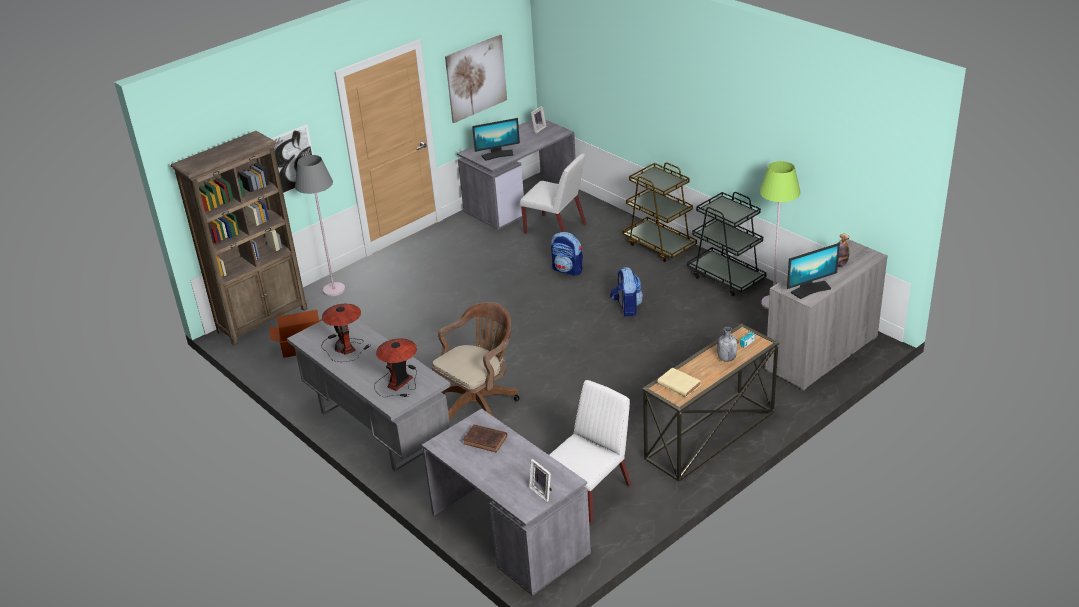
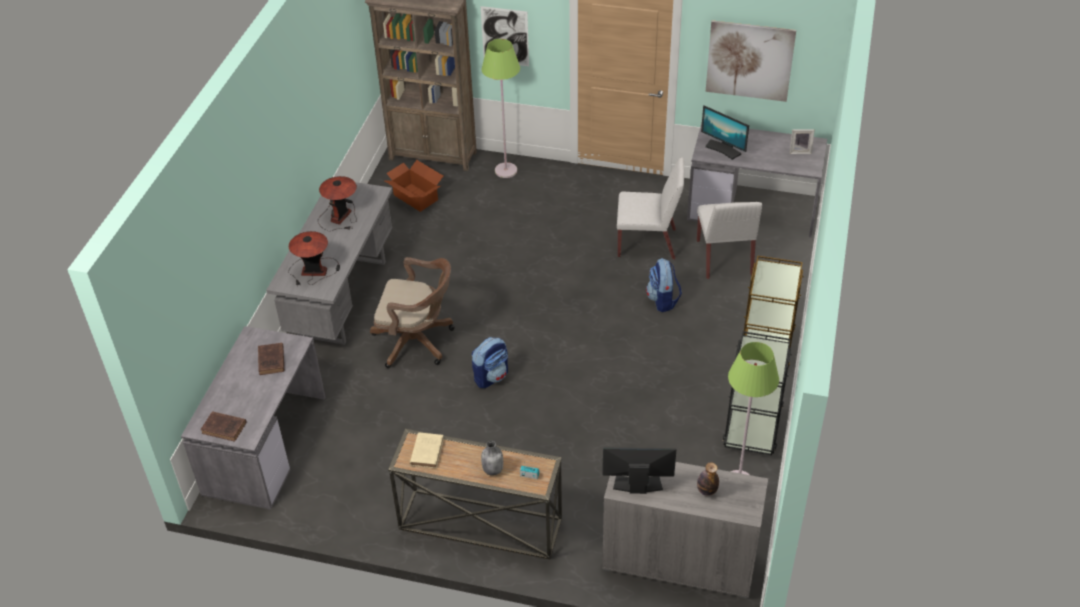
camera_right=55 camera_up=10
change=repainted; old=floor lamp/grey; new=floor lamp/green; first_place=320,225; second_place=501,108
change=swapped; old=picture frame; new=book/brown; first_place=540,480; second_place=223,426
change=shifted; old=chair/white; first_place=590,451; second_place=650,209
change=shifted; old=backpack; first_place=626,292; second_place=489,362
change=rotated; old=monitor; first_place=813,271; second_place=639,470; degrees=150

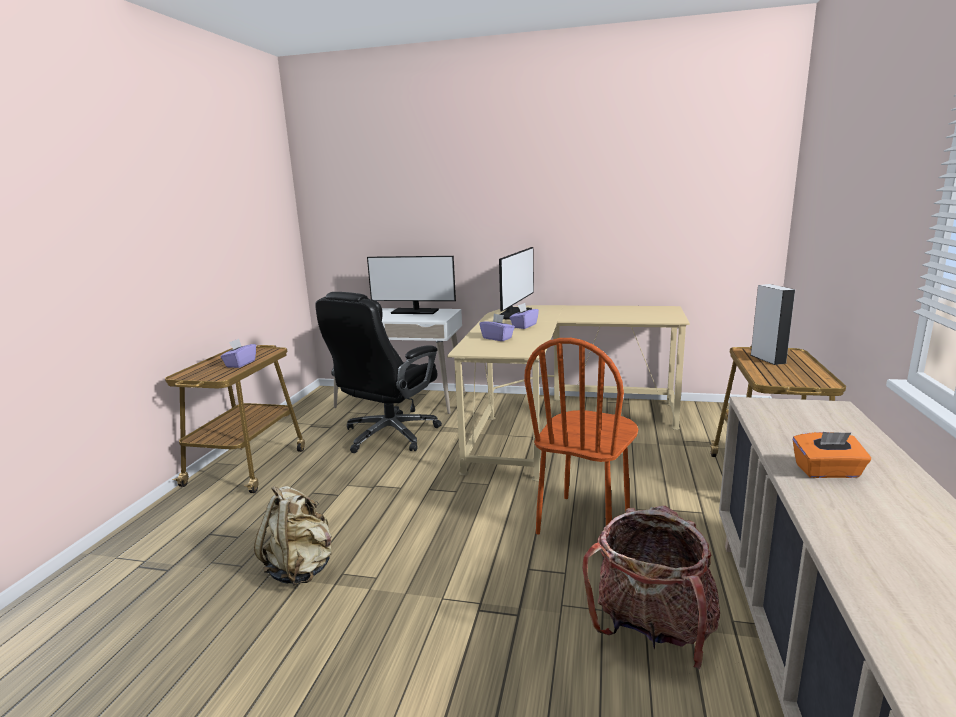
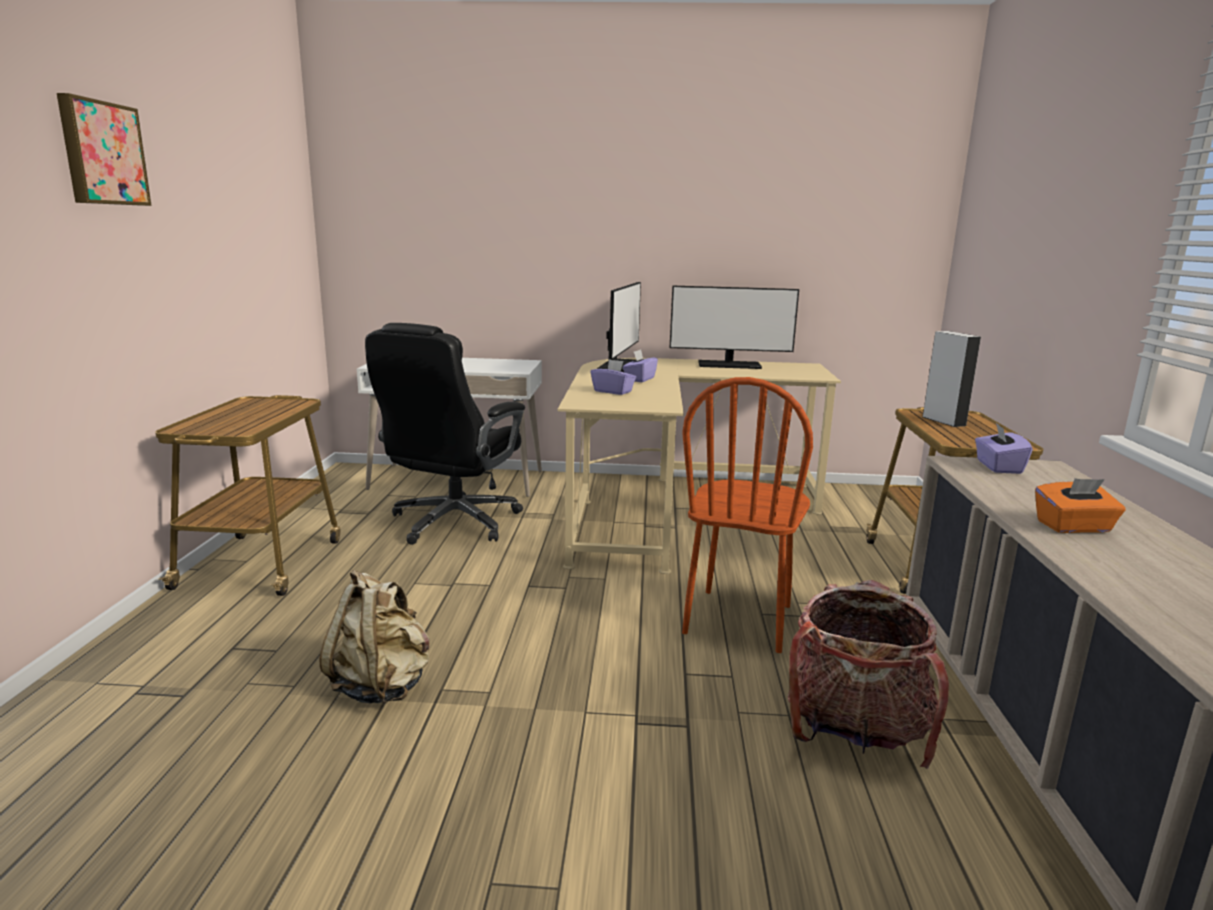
camera_right=-10 camera_up=0
change=shifted; old=tissue box/purple; first_place=238,353; second_place=1004,448
change=shifted; old=monitor; first_place=411,285; second_place=734,327
change=new; new=picture; second_place=104,149

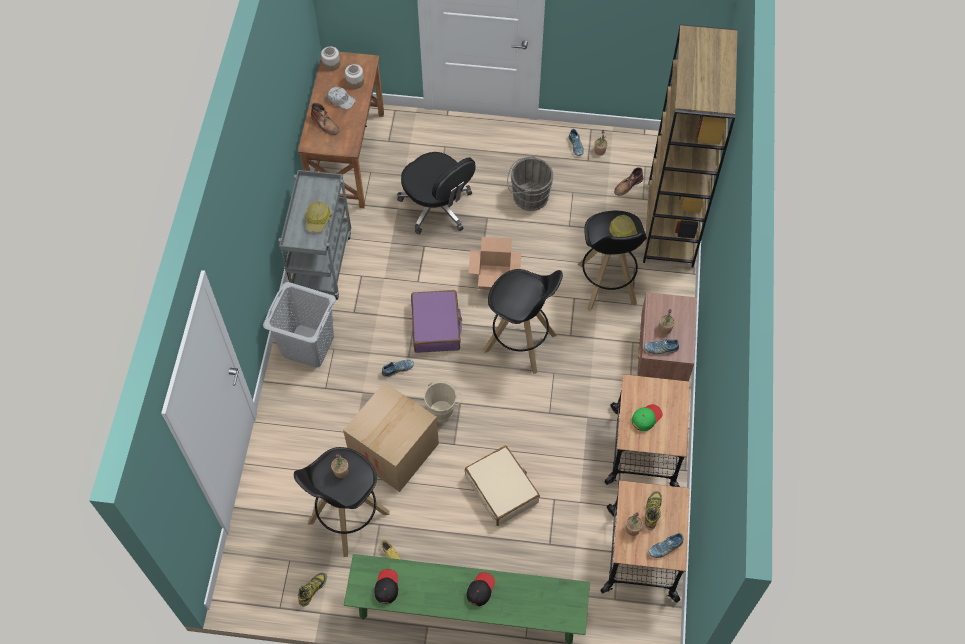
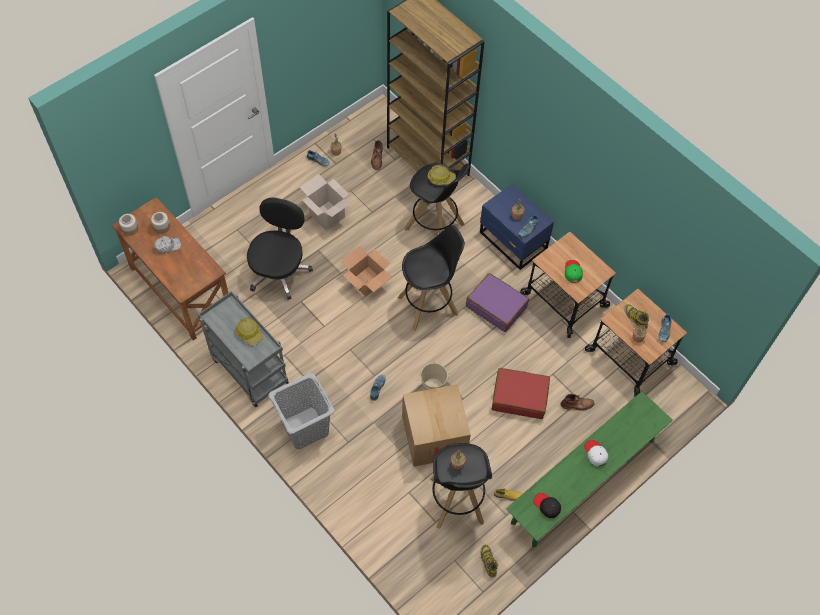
camera_right=-50 camera_up=0
change=shifted; old=boot/brown; first_place=325,119; second_place=577,402
change=rotated; old=office chair/black; first_place=436,193; second_place=280,248; degrees=-75
change=shifted; old=suitcase/purple; first_place=436,321; second_place=497,302
change=repainted; old=suitcase/beige; new=suitcase/red; first_place=502,486; second_place=521,393
change=repainted; old=cap/black; new=cap/white; first_place=481,589; second_place=596,453
change=swapped; old=bucket/grey; new=cardboard box; first_place=530,183; second_place=325,202
change=repainted; old=nightstand/brown; new=nightstand/blue; first_place=667,336; second_place=517,227

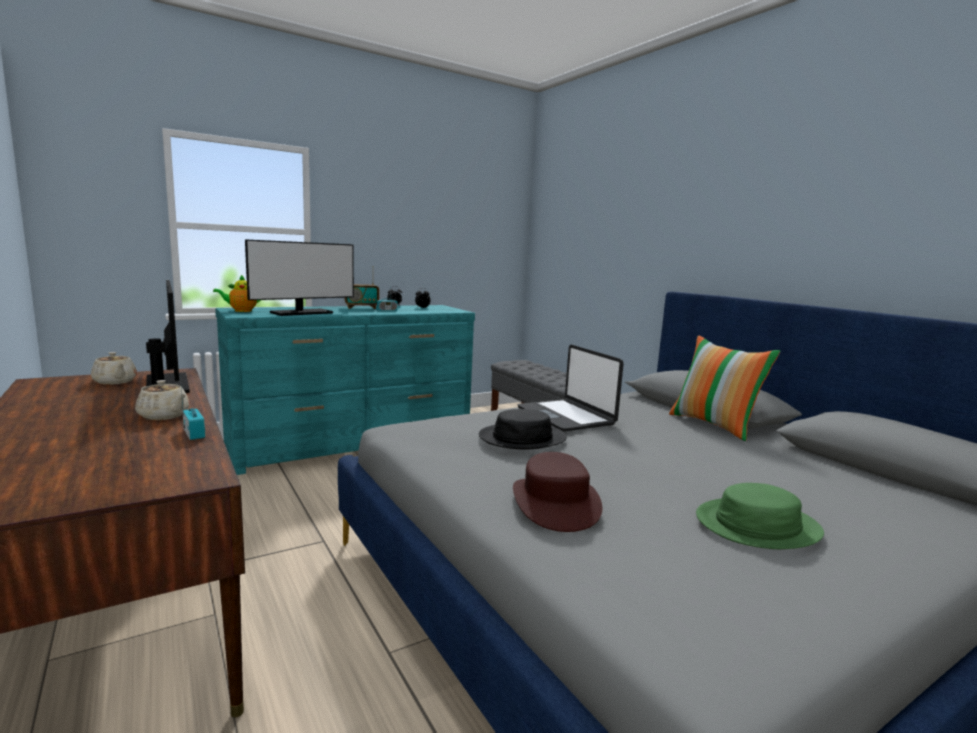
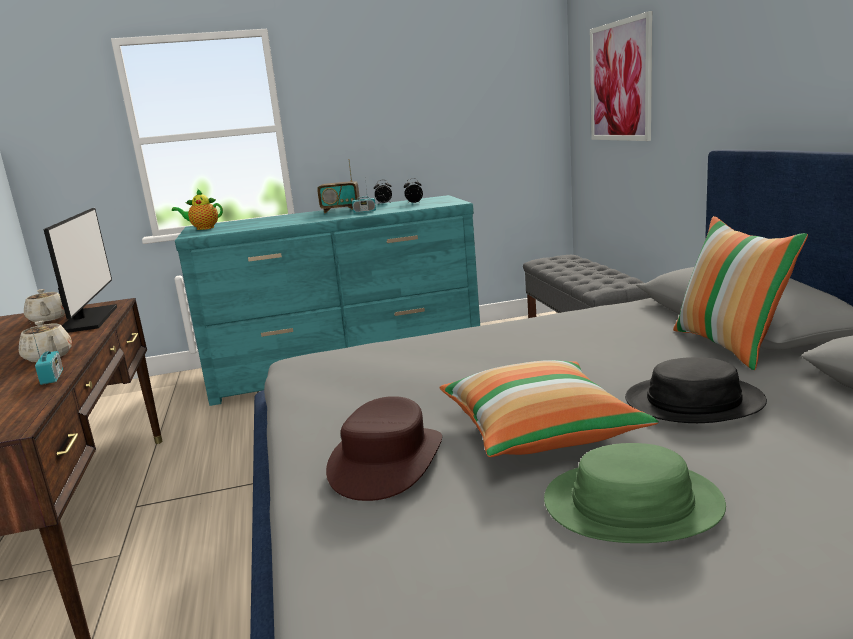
camera_right=20 camera_up=5
change=gone; old=monitor; first_place=299,277
change=shifted; old=hat/black; first_place=523,429; second_place=696,390
change=gone; old=laptop; first_place=571,388
change=new; new=pillow; second_place=549,408
change=new; new=picture; second_place=621,76

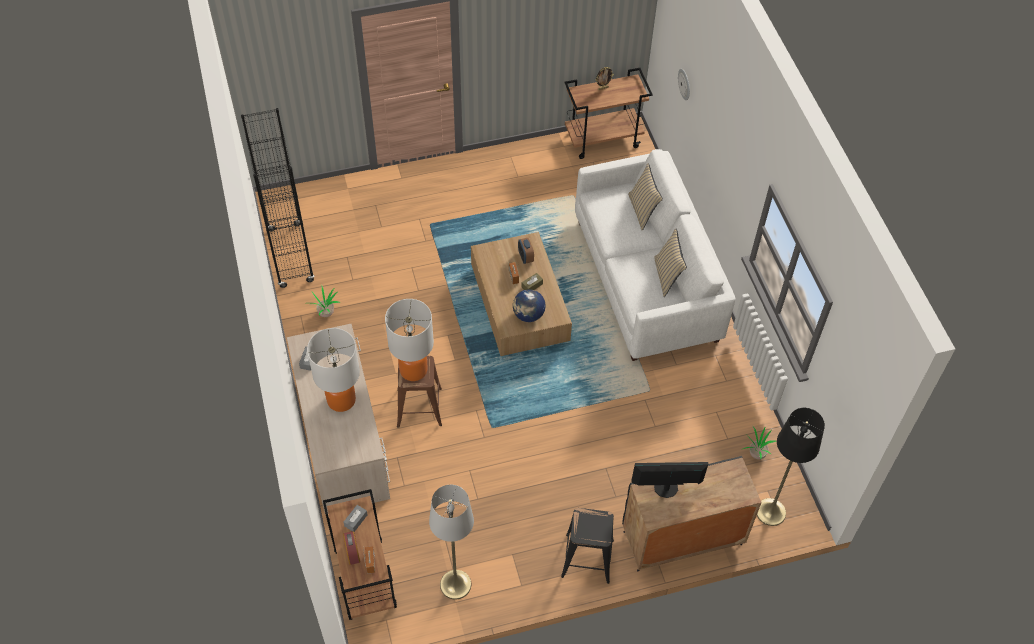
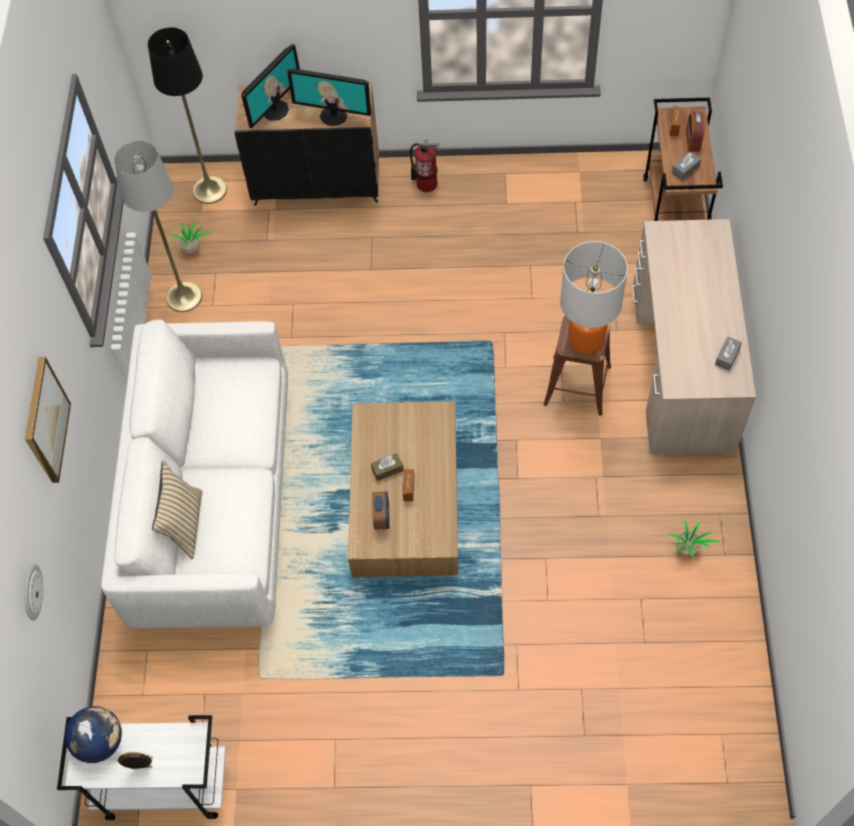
camera_right=-160 camera_up=5
change=gone; old=bookcase/black; first_place=277,198
change=gone; old=table lamp; first_place=333,370
change=shifted; old=floor lamp/grey; first_place=451,542; second_place=158,226
change=shifted; old=globe; first_place=529,305; second_place=93,734
change=swapped; old=stool/black; new=fire extinguisher; first_place=587,546; second_place=425,166
change=repainted; old=cart/brown; new=cart/white; first_place=609,113; second_place=141,767
change=gone; old=pillow/beige; first_place=670,263
change=new; new=picture; second_place=48,420
change=new; new=monitor; second_place=270,86

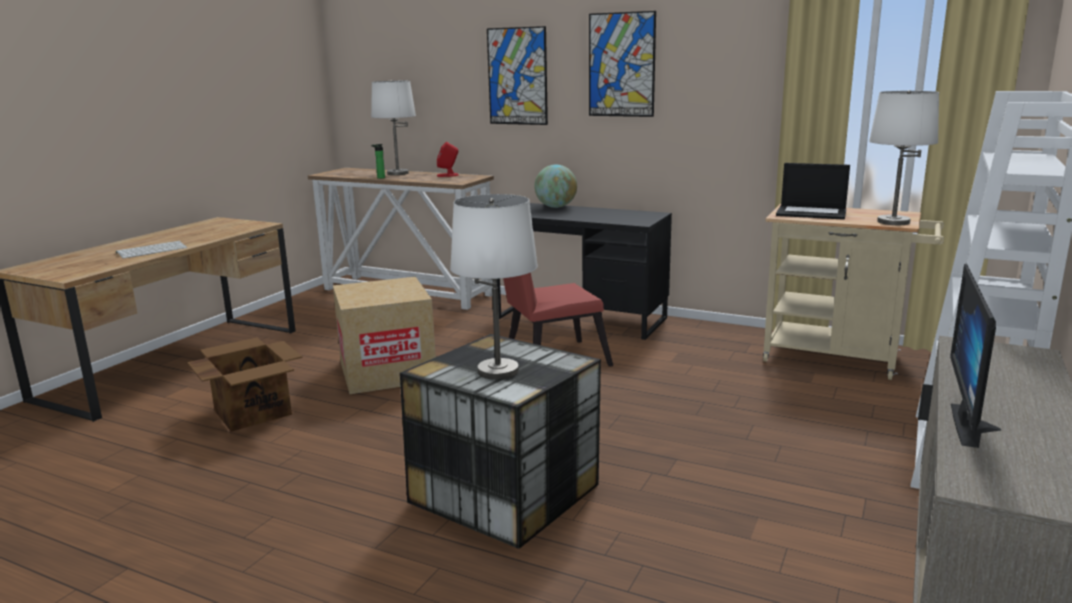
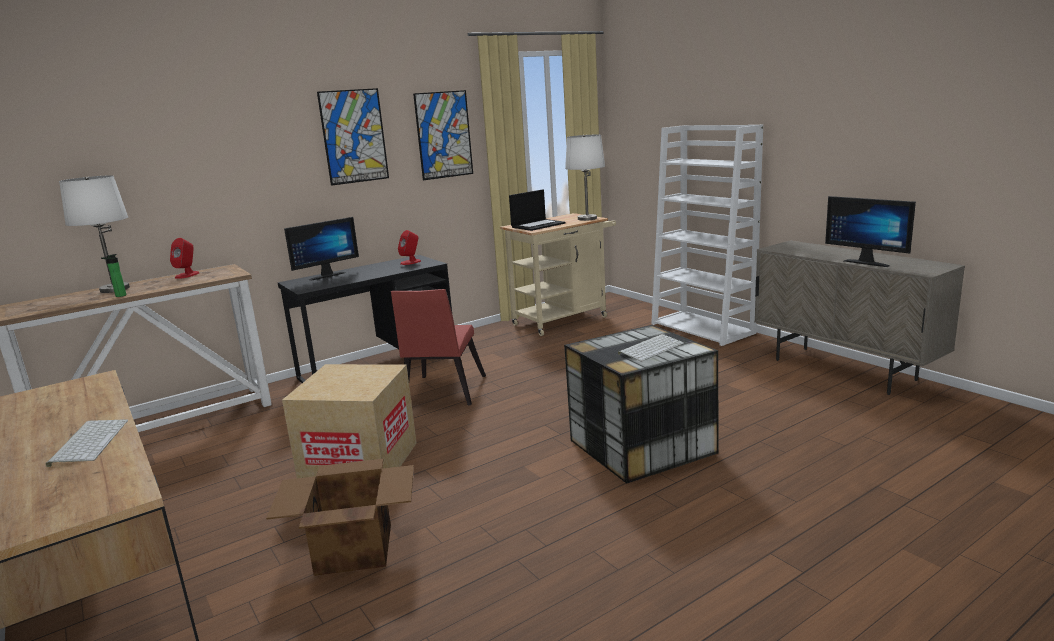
camera_right=-60 camera_up=0
change=swapped; old=table lamp/white; new=keyboard; first_place=494,287; second_place=651,347
change=shifted; old=picture; first_place=517,75; second_place=443,135
change=swapped; old=globe; new=monitor; first_place=555,186; second_place=321,249
change=new; new=speaker/red; second_place=409,247

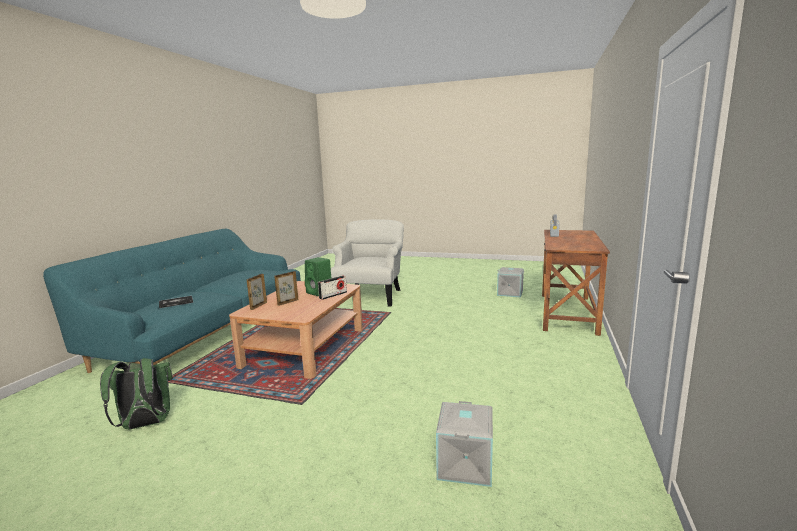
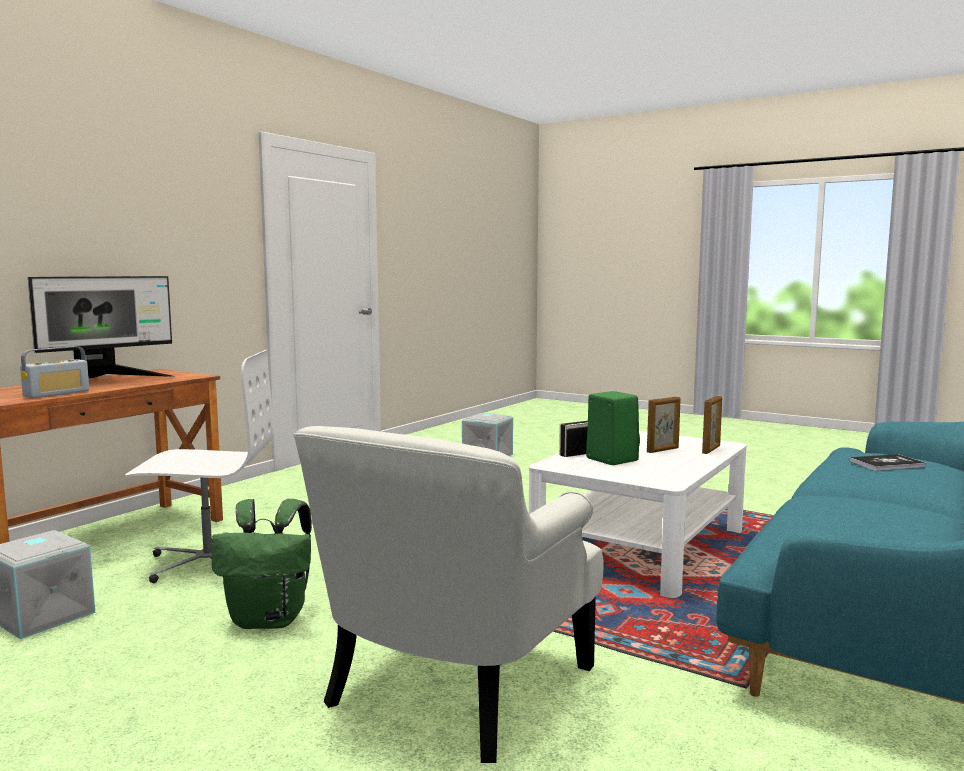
camera_right=-165 camera_up=-5
change=shifted; old=backpack/green; first_place=136,393; second_place=262,564
change=repainted; old=coffee table/brown; new=coffee table/white; first_place=296,330; second_place=638,514
change=new; new=monitor; second_place=101,327
change=new; new=office chair/white; second_place=199,466

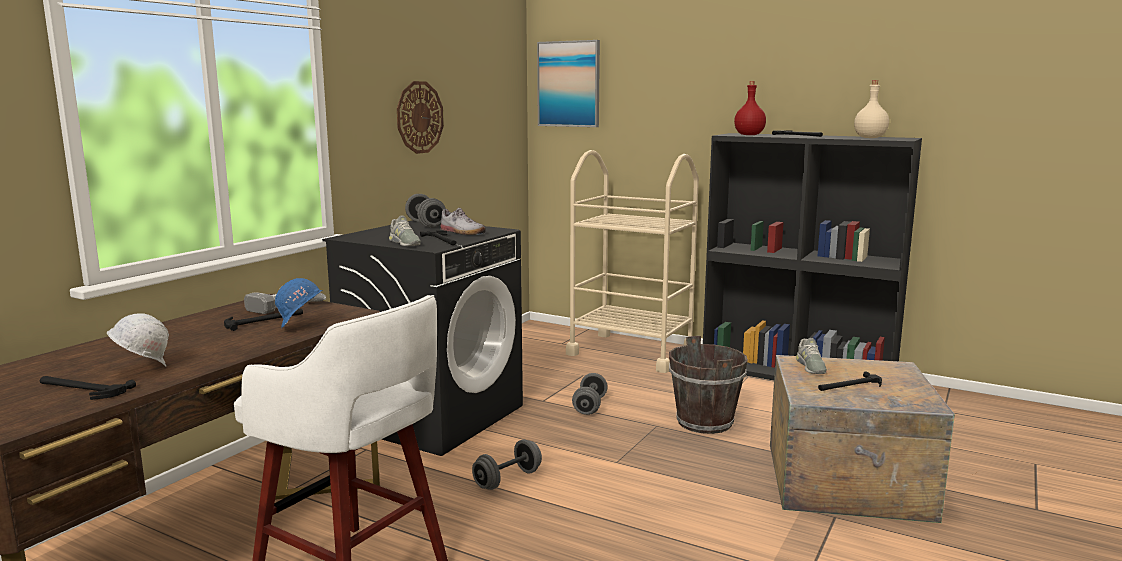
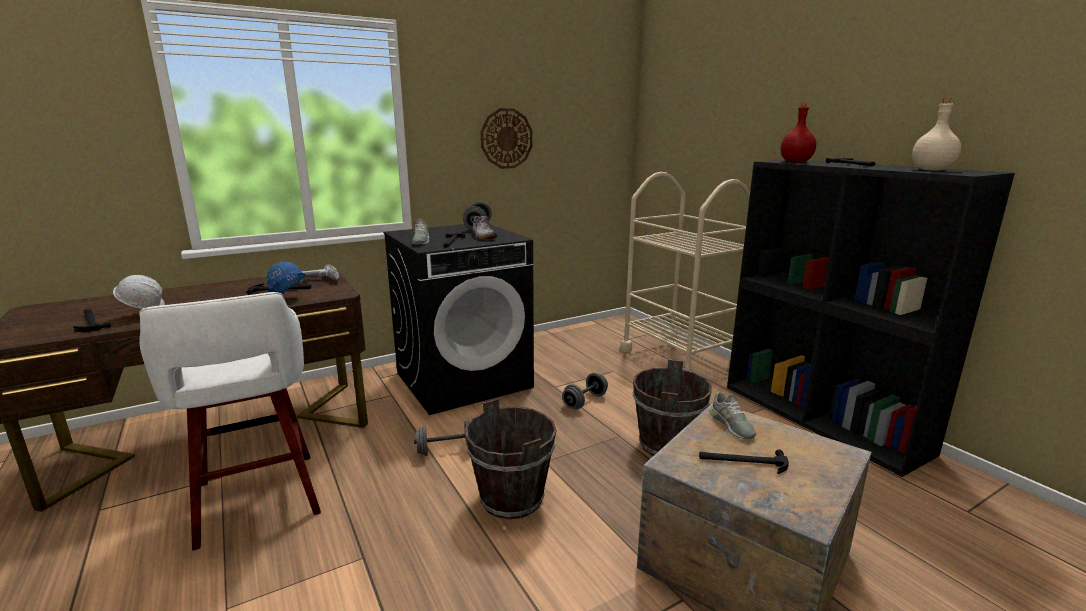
camera_right=30 camera_up=5
change=gone; old=picture; first_place=568,83
change=rotated; old=shoe/grey; first_place=811,356; second_place=732,415; degrees=-45
change=new; new=bucket/brown; second_place=511,459

